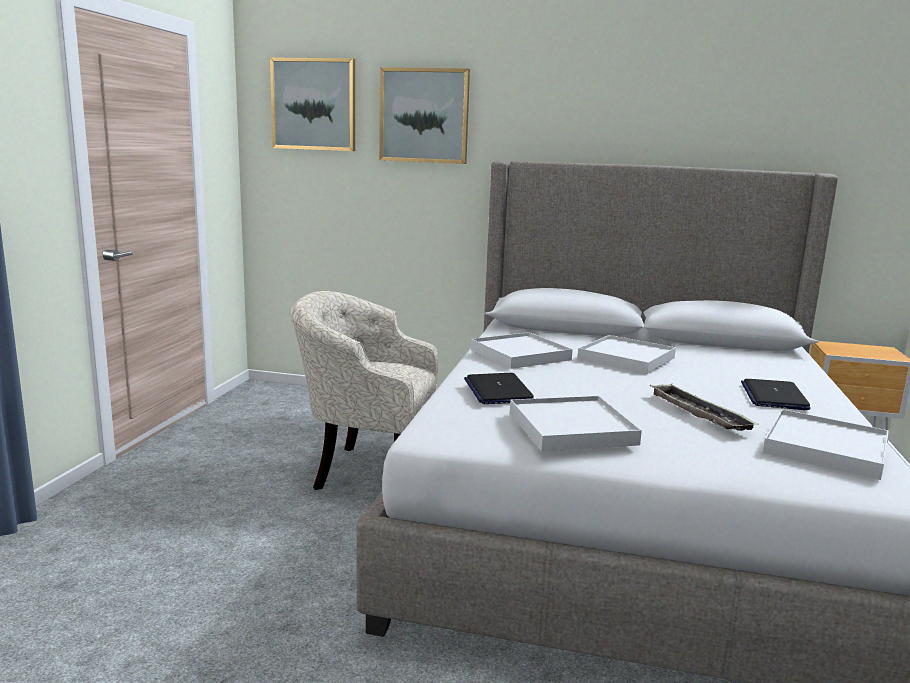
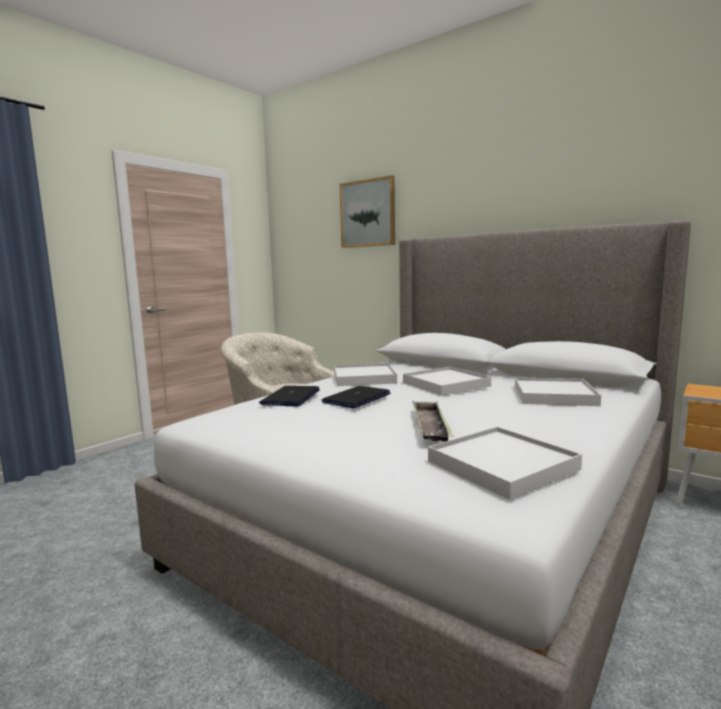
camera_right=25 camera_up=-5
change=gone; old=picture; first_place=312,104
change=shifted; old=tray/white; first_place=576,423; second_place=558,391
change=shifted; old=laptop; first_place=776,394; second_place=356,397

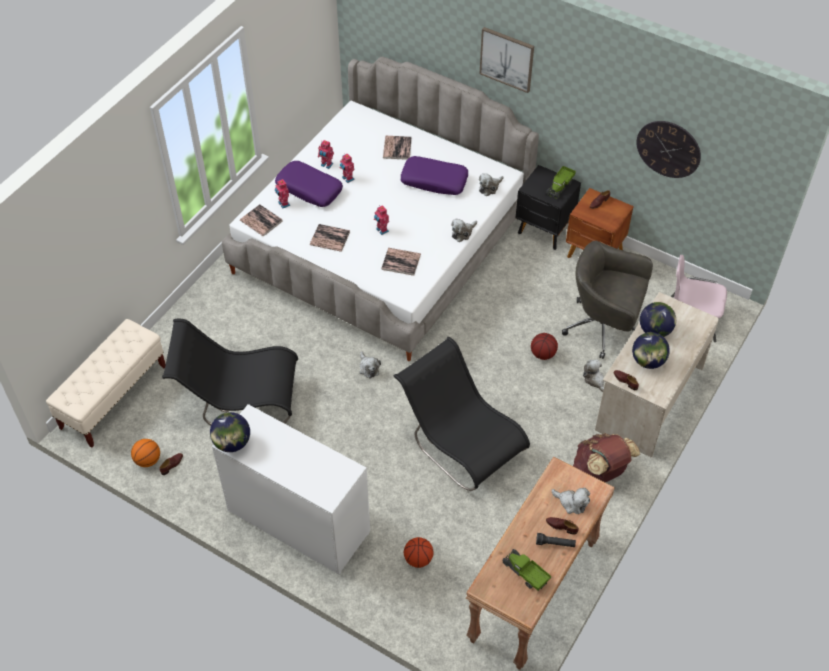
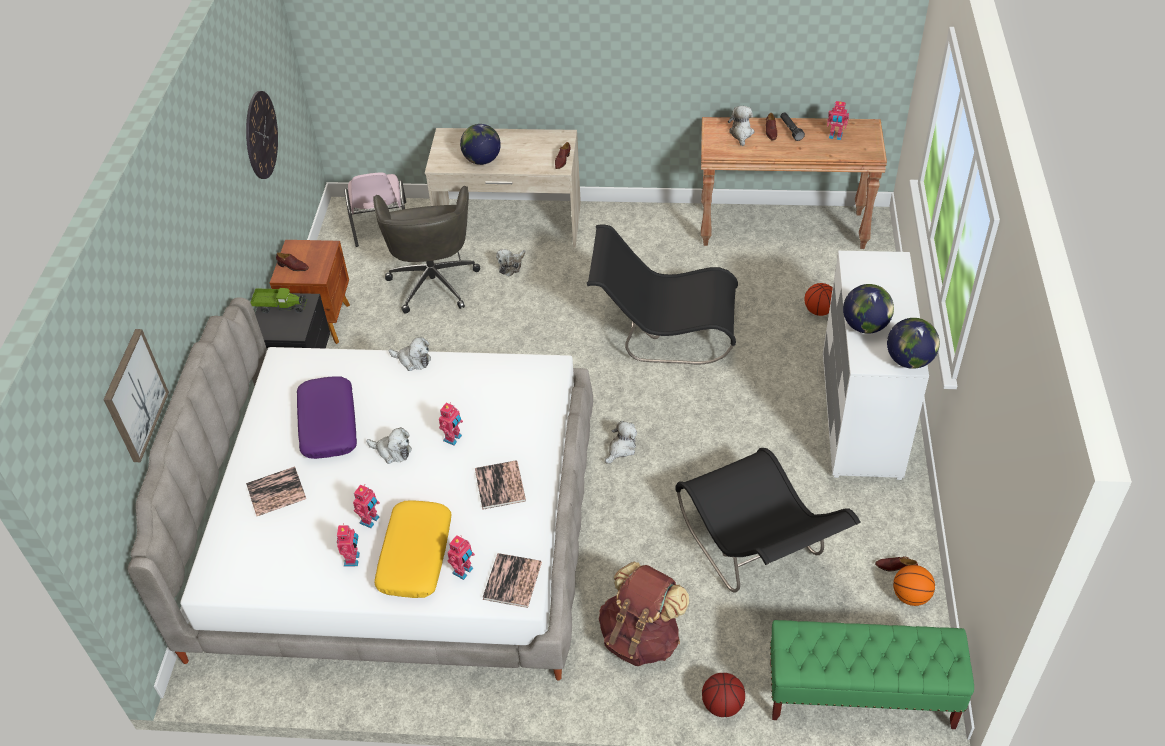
camera_right=-115 camera_up=-5
change=repainted; old=bench/beige; new=bench/green; first_place=106,383; second_place=872,674
change=repainted; old=pillow/purple; new=pillow/yellow; first_place=309,184; second_place=413,549
change=gone; old=book; first_place=401,262
change=rotated; old=chair/black; first_place=462,414; second_place=662,294; degrees=75
change=shifted; old=picture; first_place=506,60; second_place=136,395
change=shifted; old=plush toy; first_place=491,184; second_place=389,445
change=swapped; old=toy truck; new=toy robot; first_place=527,570; second_place=838,120
change=shifted; old=basketball; first_place=544,346; second_place=723,695
change=shifted; old=backpack/brown; first_place=606,457; second_place=644,613
change=shifted; old=globe; first_place=651,350; second_place=868,309

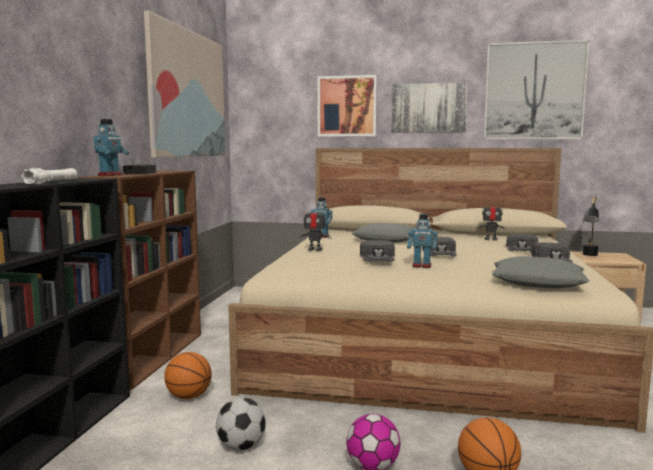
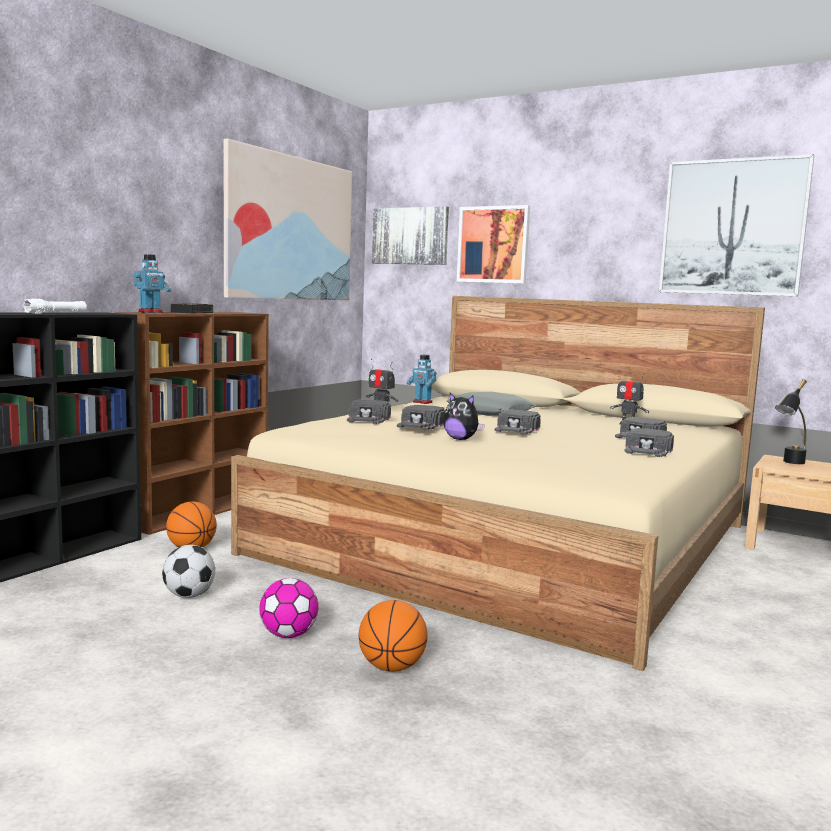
camera_right=20 camera_up=0
change=shifted; old=picture; first_place=429,108; second_place=410,235
change=swapped; old=toy robot; new=plush toy; first_place=422,241; second_place=464,416
change=gone; old=pillow/grey; first_place=541,272
change=new; new=cap/black; second_place=369,412

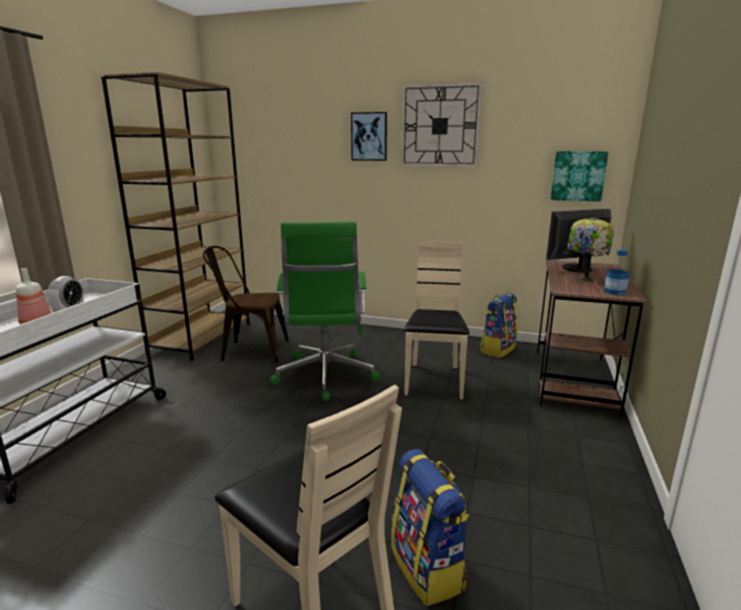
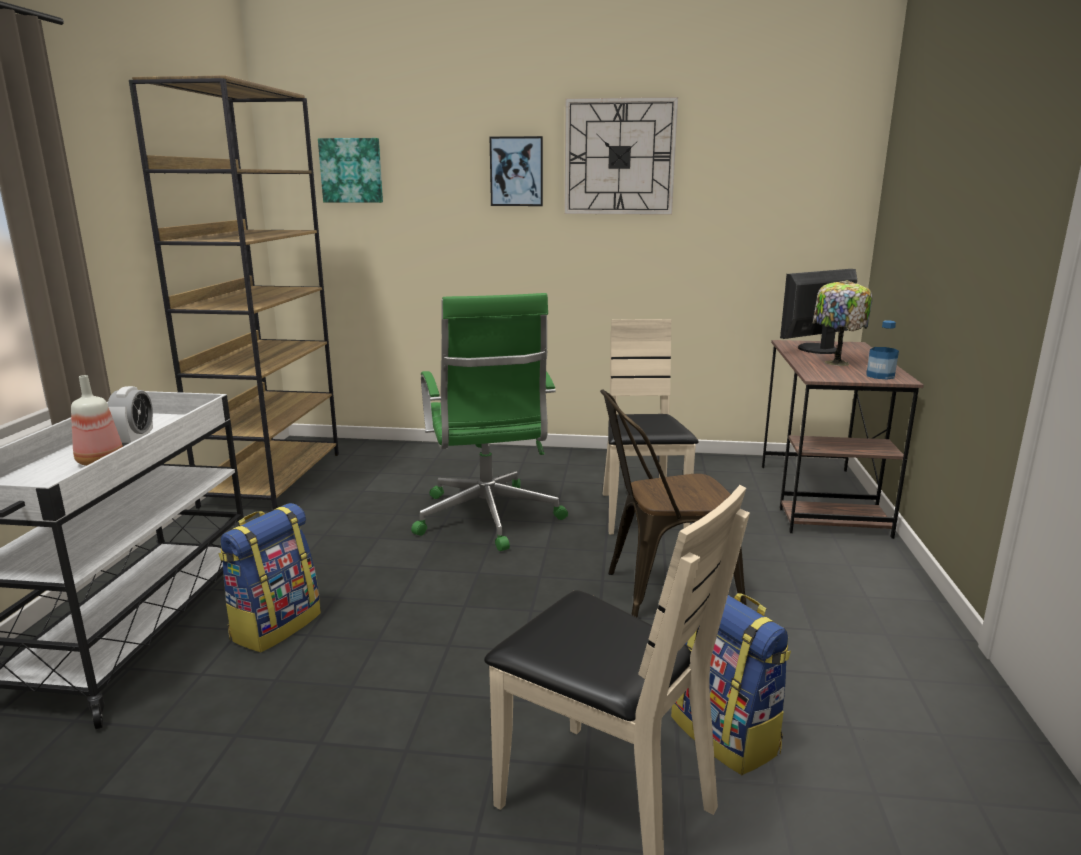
camera_right=-10 camera_up=0
change=shifted; old=chair/brown; first_place=246,304; second_place=673,504
change=shifted; old=backpack; first_place=498,325; second_place=269,577
change=shifted; old=picture; first_place=579,176; second_place=350,170

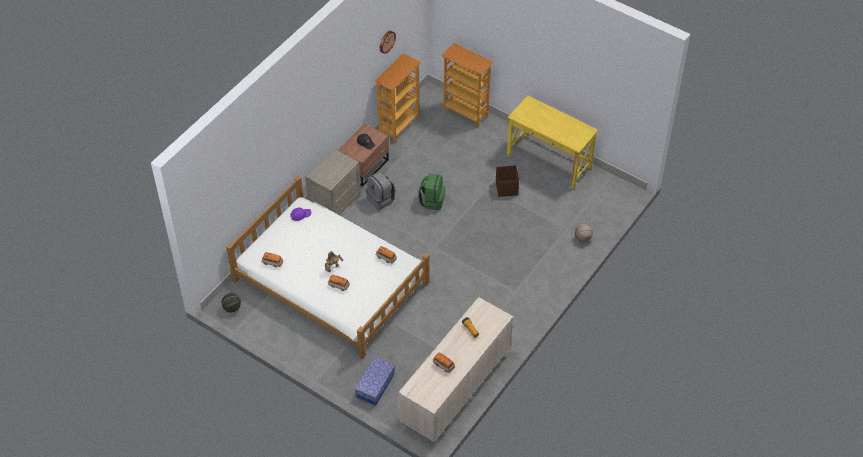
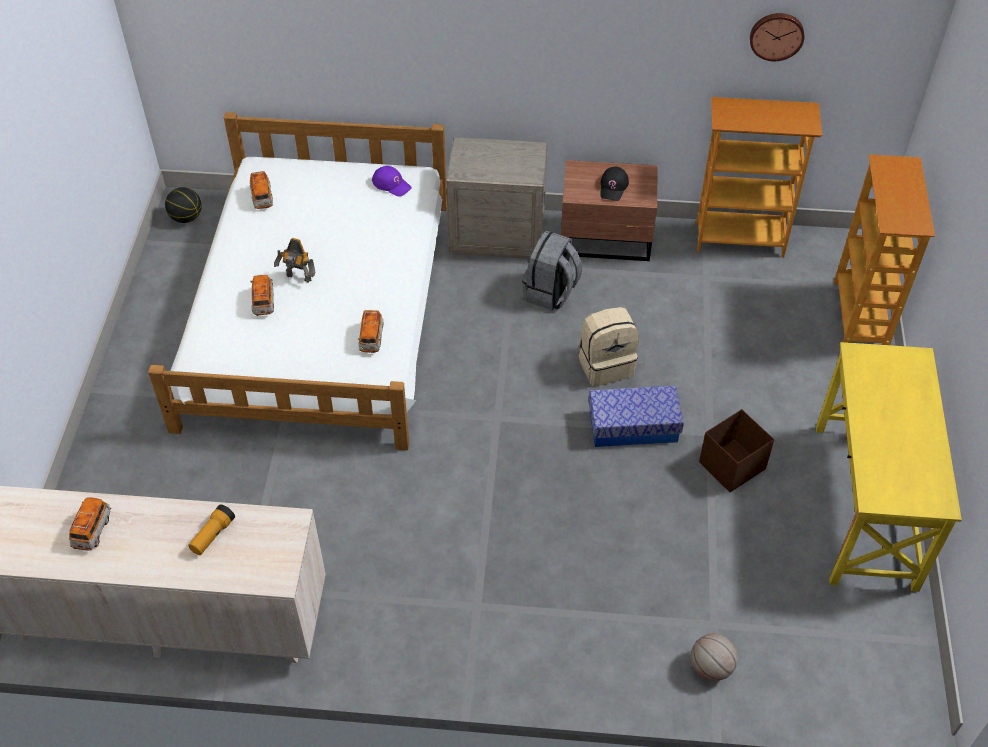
camera_right=60 camera_up=0
change=shifted; old=storage box; first_place=375,381; second_place=636,416
change=repainted; old=backpack/green; new=backpack/beige; first_place=431,191; second_place=609,346

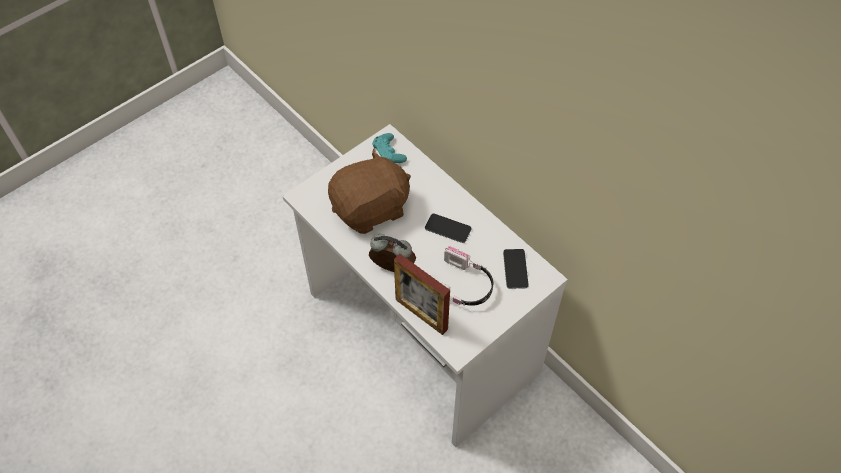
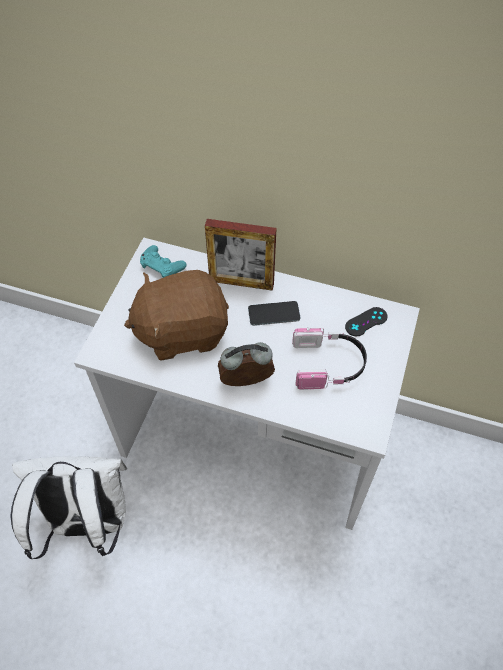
camera_right=-30 camera_up=0
change=rotated; old=plush toy/brown; first_place=369,191; second_place=176,315; degrees=-135
change=shifted; old=picture frame; first_place=422,294; second_place=241,255
change=swapped; old=phone; new=game controller/black; first_place=516,269; second_place=366,322
change=new; new=backpack/white; second_place=68,508

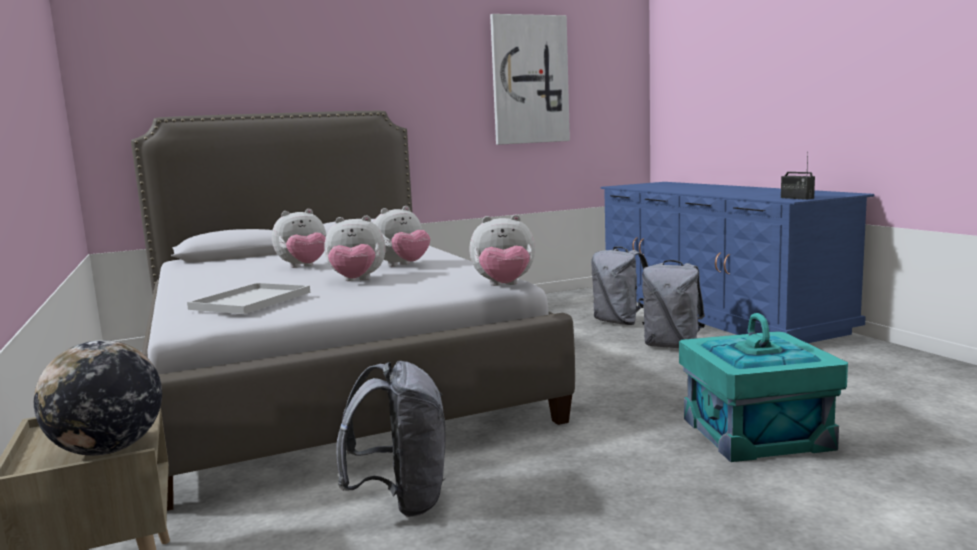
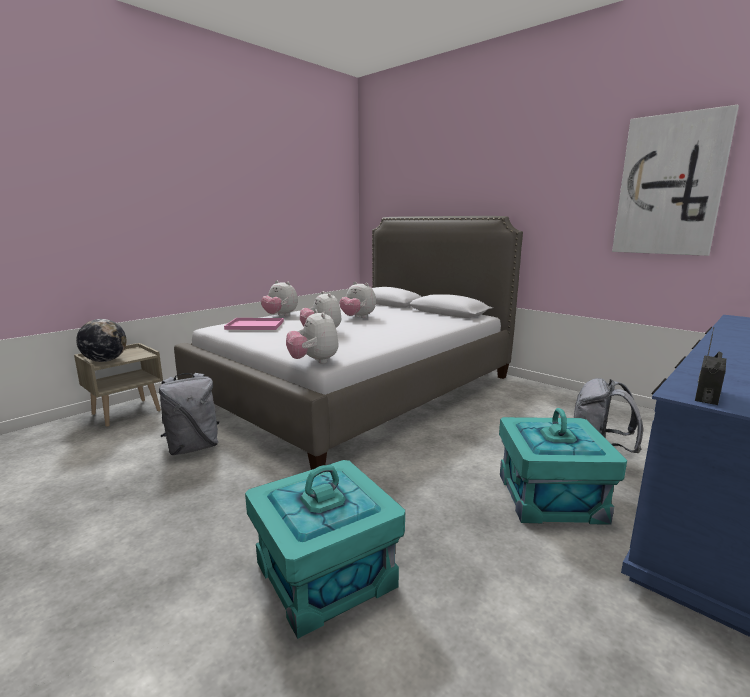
camera_right=65 camera_up=5
change=repainted; old=tray/white; new=tray/pink; first_place=248,298; second_place=254,324
change=shifted; old=plush toy; first_place=401,236; second_place=279,298
change=swapped; old=backpack/grey; new=storage box/turquoise; first_place=673,304; second_place=563,466

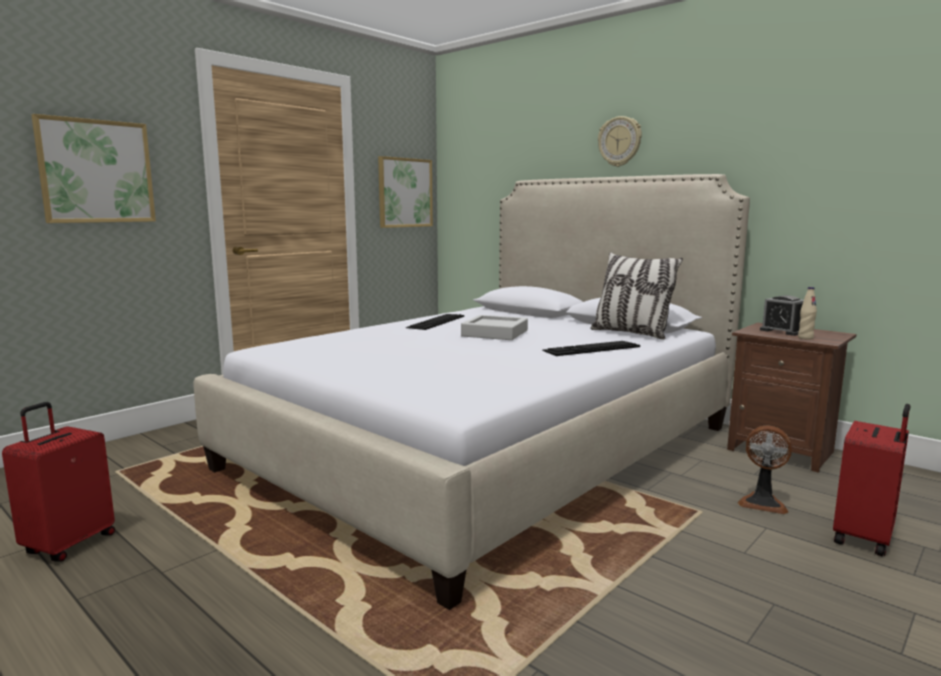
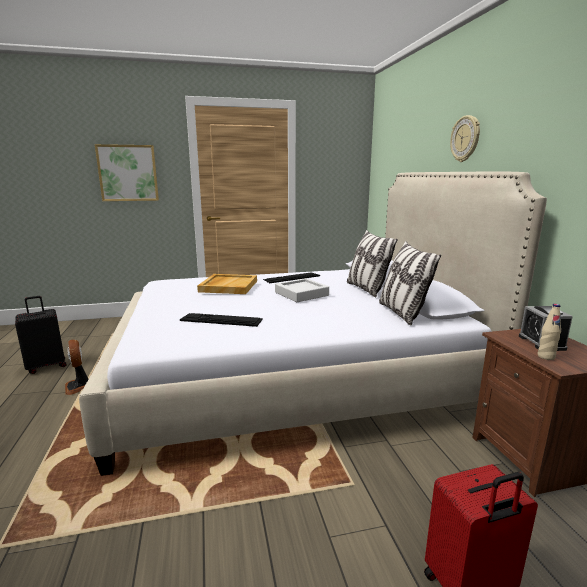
camera_right=35 camera_up=5
change=repainted; old=suitcase/red; new=suitcase/black; first_place=58,482; second_place=41,335
change=gone; old=picture; first_place=405,192
change=shifted; old=keyboard; first_place=591,348; second_place=221,320
change=shifted; old=fan; first_place=765,469; second_place=76,367
change=new; new=tray/beige; second_place=227,284
change=new; new=pillow; second_place=372,263

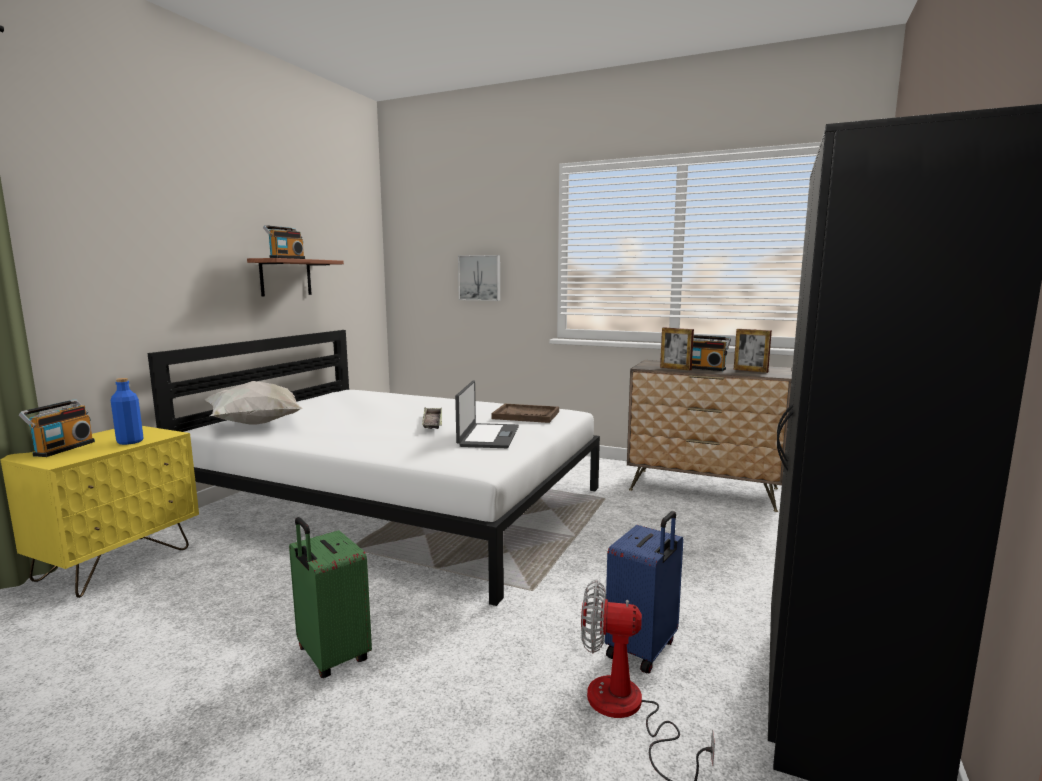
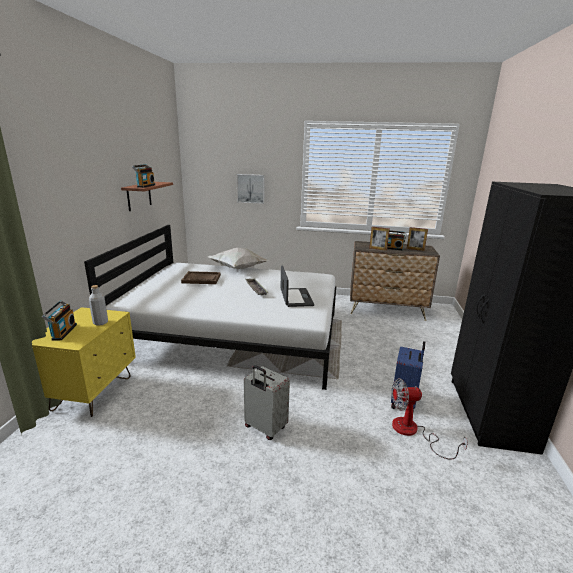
camera_right=-15 camera_up=10
change=repainted; old=bottle/blue; new=bottle/grey; first_place=127,411; second_place=98,305
change=shifted; old=pillow/white; first_place=254,402; second_place=238,258
change=repainted; old=suitcase/green; new=suitcase/grey; first_place=330,597; second_place=267,402
change=shifted; old=tray/brown; first_place=525,413; second_place=201,277

